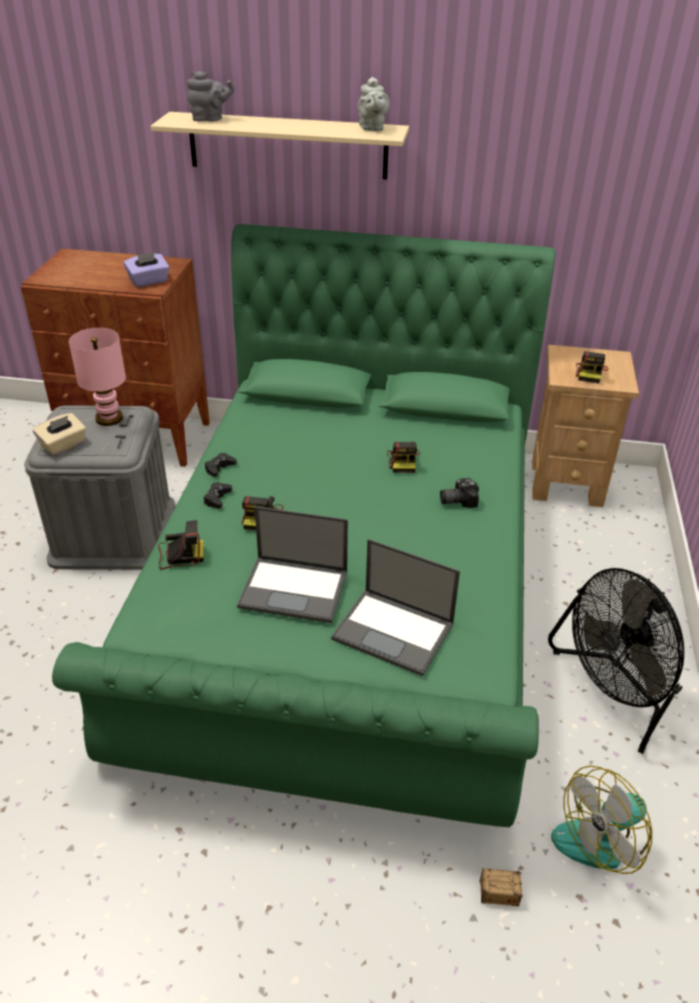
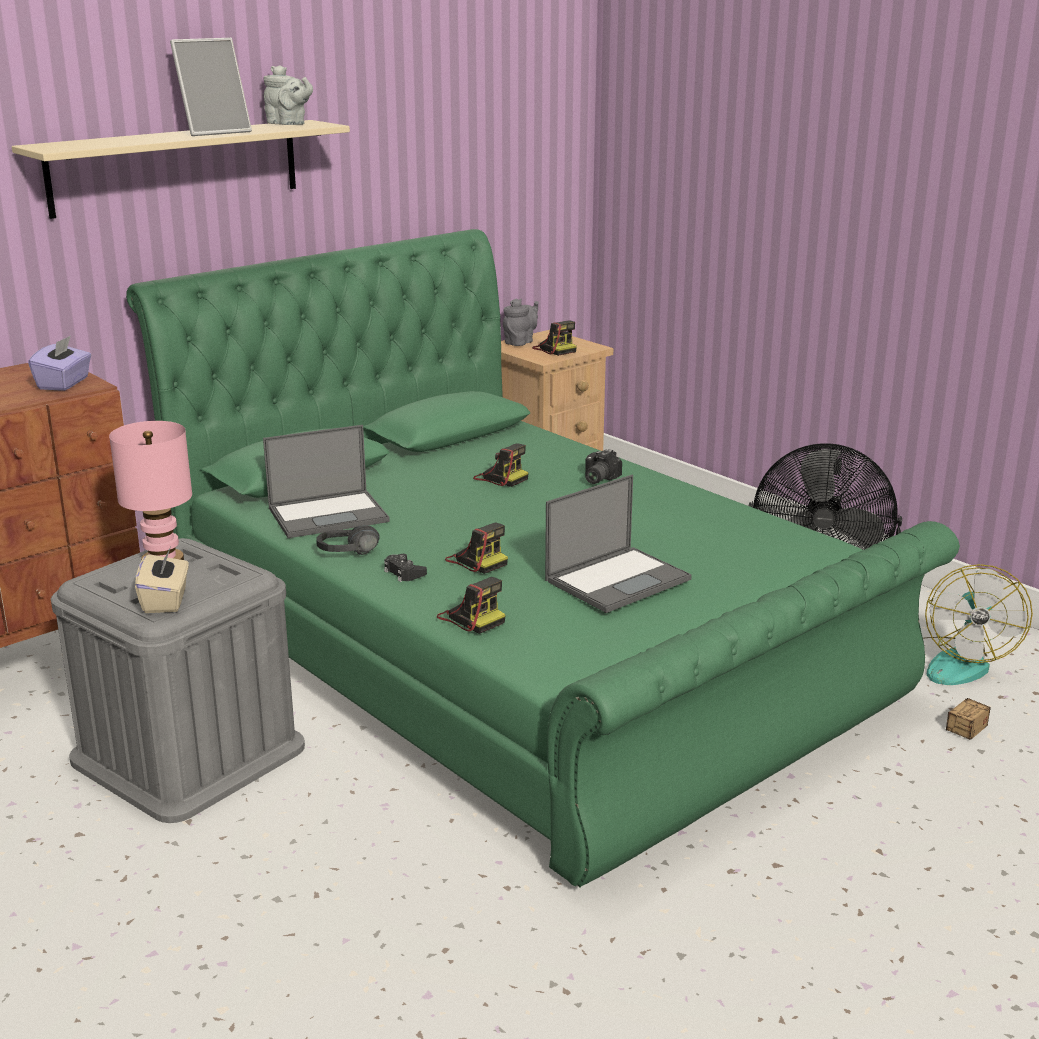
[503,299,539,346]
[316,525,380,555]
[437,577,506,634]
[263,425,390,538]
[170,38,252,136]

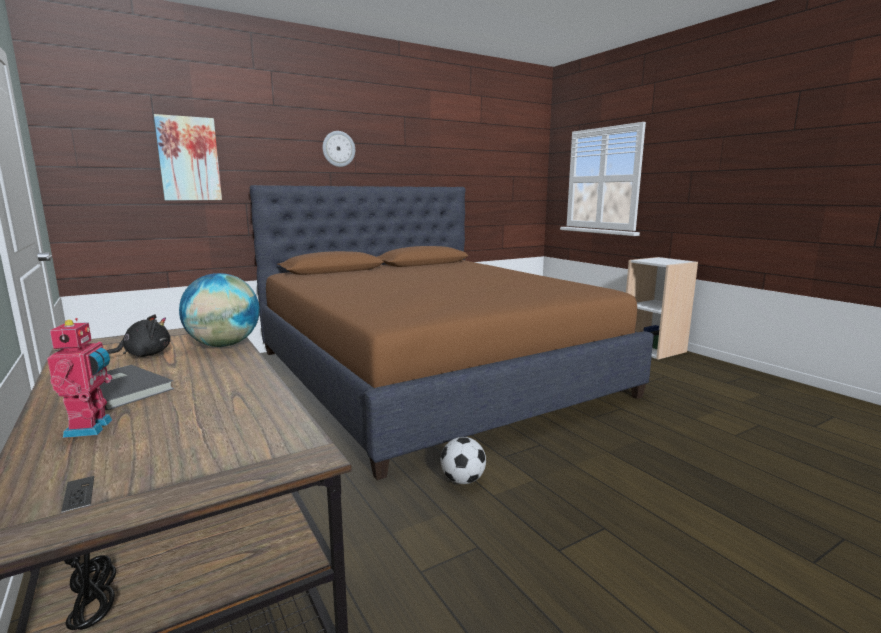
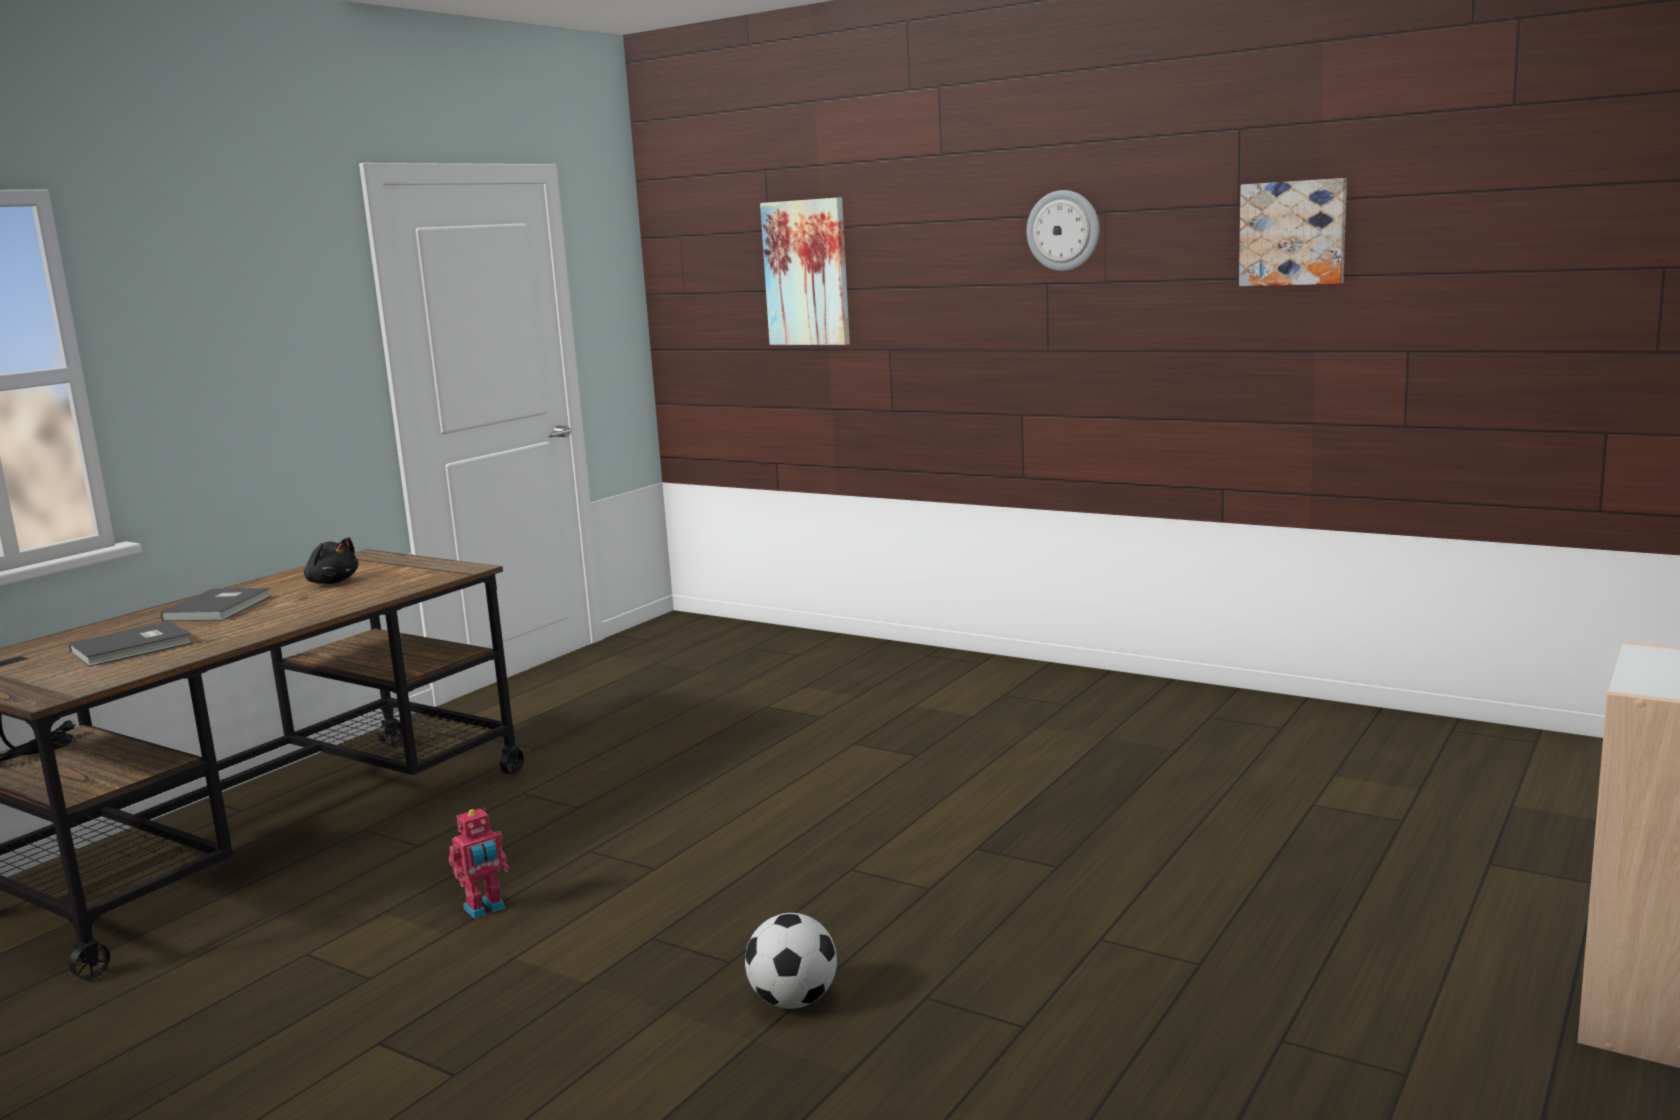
[250,185,654,480] (first image)
[179,273,260,347] (first image)
[449,807,509,919]
[745,913,837,1009]
[1239,178,1347,286]
[69,621,192,667]

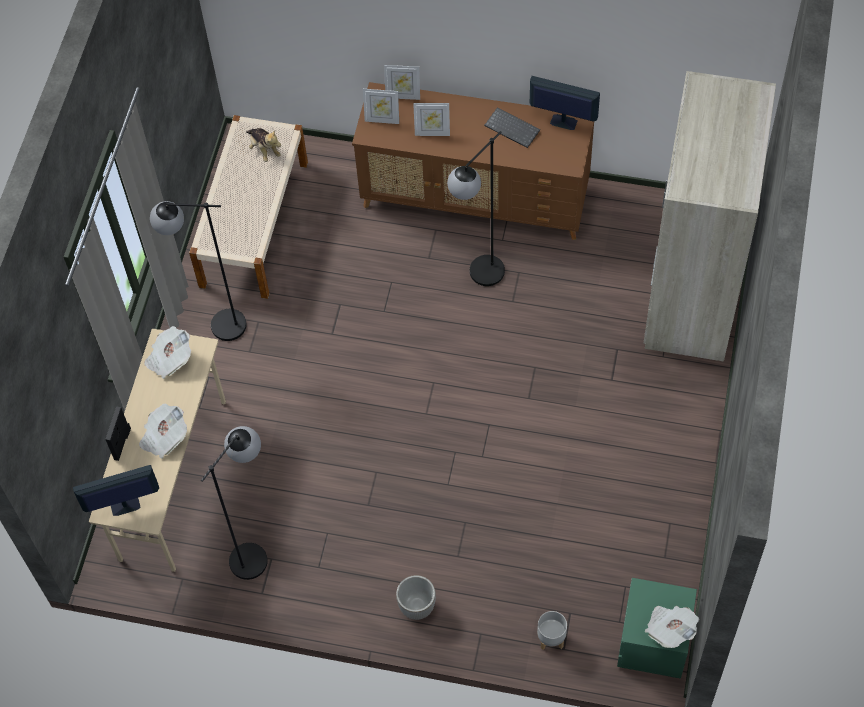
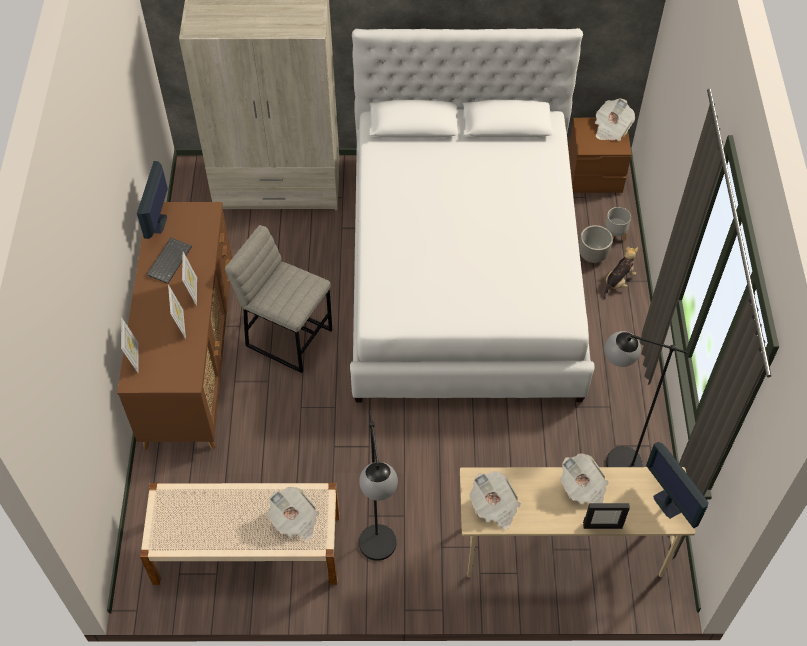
[182,252,197,306]
[603,246,638,300]
[225,225,332,373]
[579,225,613,263]
[568,118,632,193]
[350,28,595,403]
[267,487,319,540]

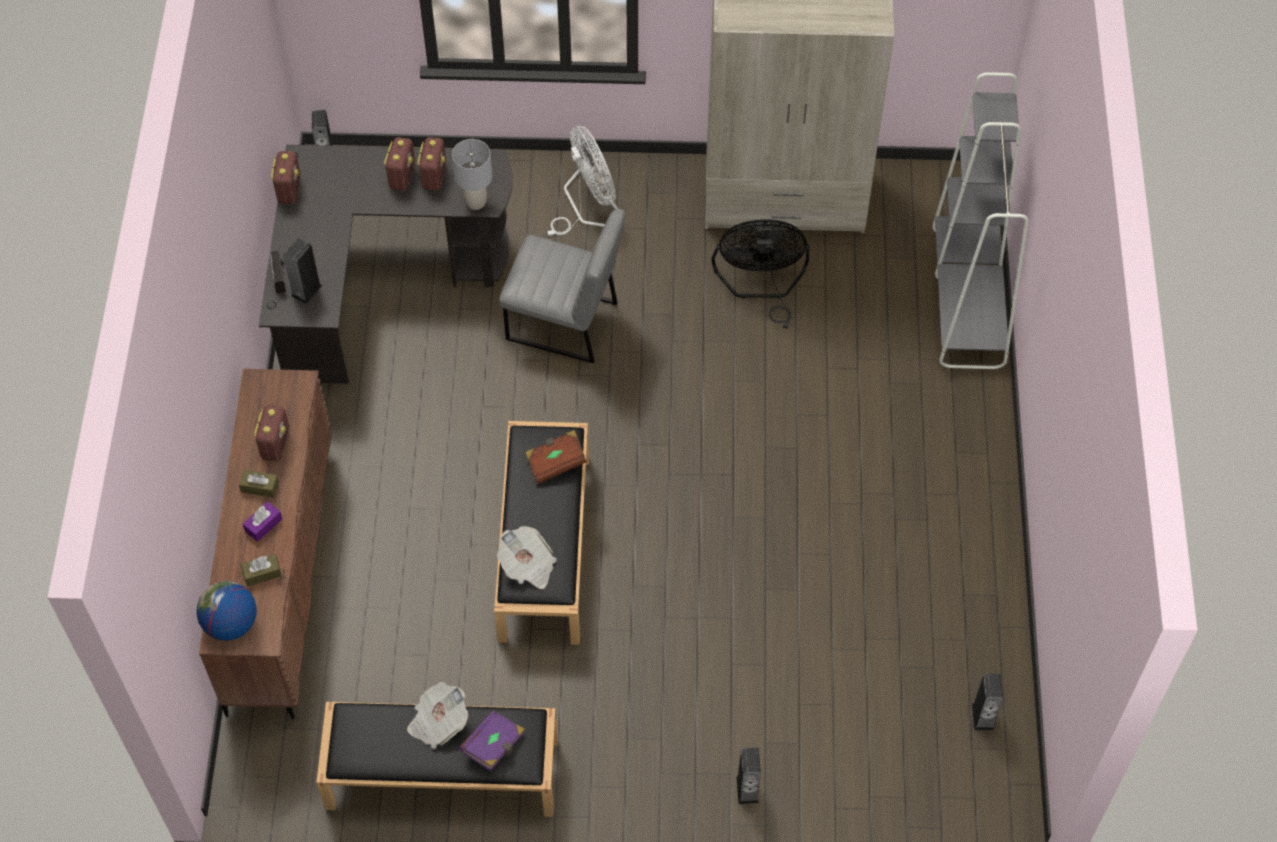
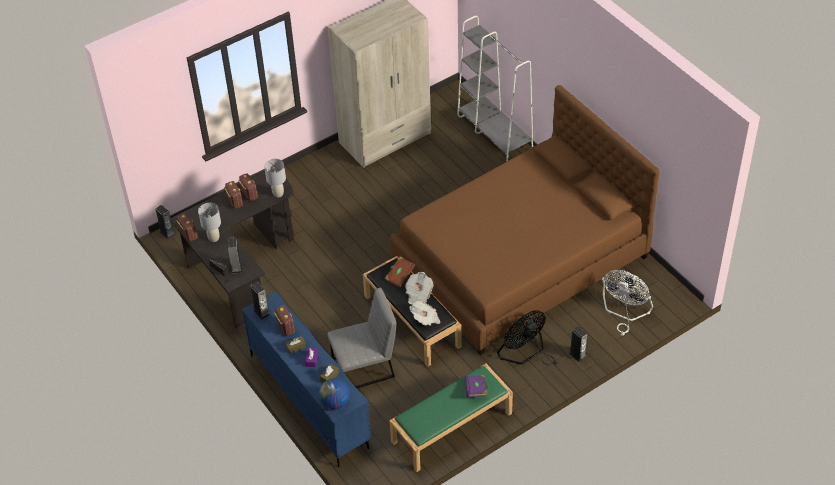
[602,270,653,336]
[327,288,397,388]
[497,310,558,365]
[242,291,372,467]
[250,282,270,319]
[405,272,434,305]
[390,363,513,472]
[390,85,660,356]
[198,203,221,242]

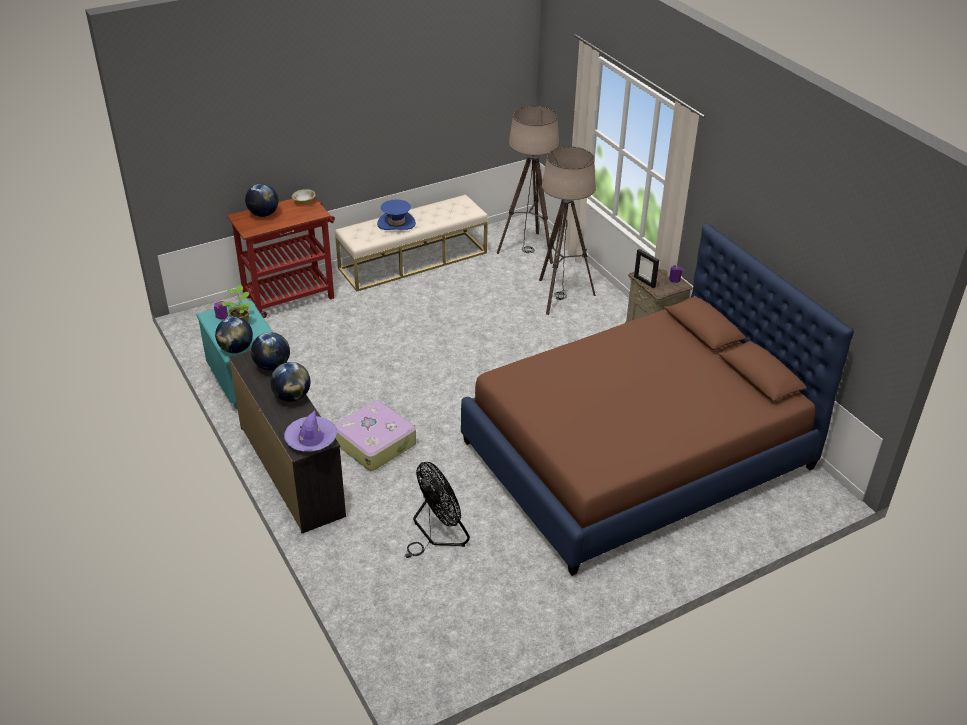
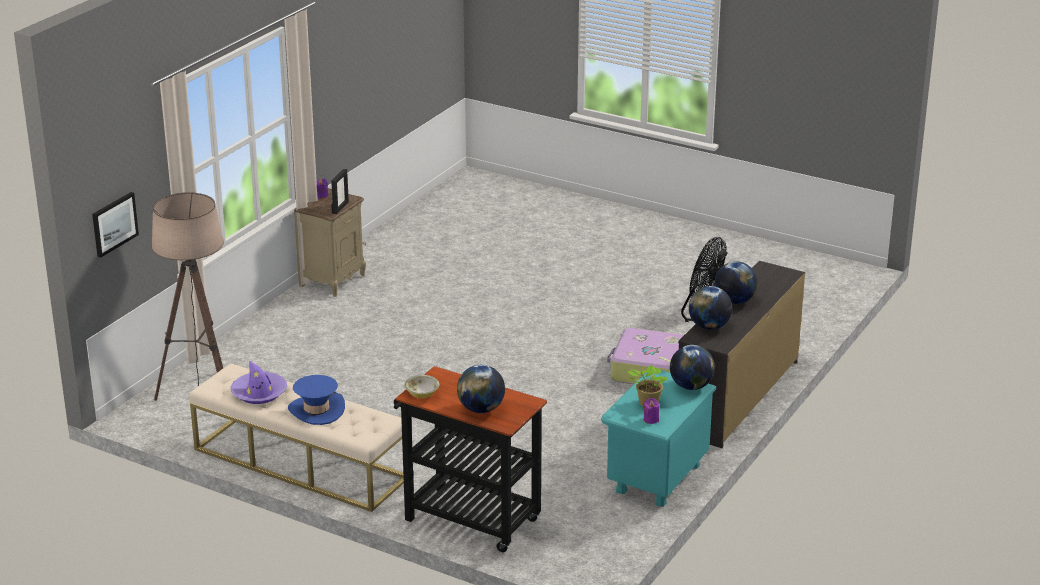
[539,146,596,315] (first image)
[394,366,547,552]
[461,224,854,576] (first image)
[231,360,287,404]
[92,192,139,258]

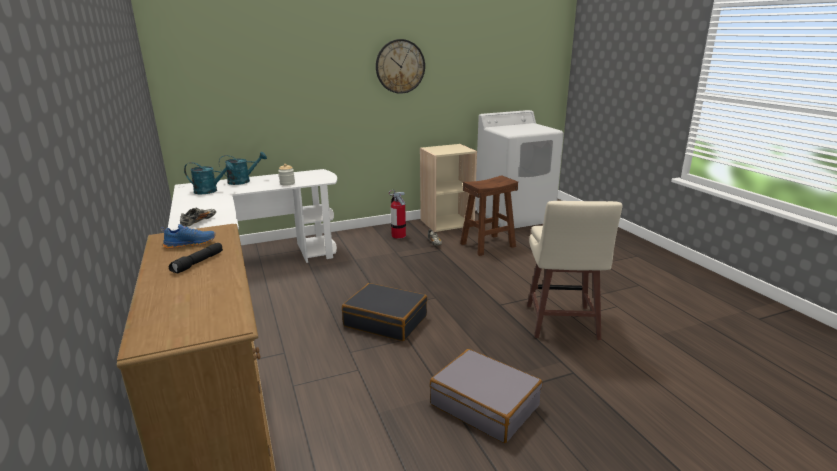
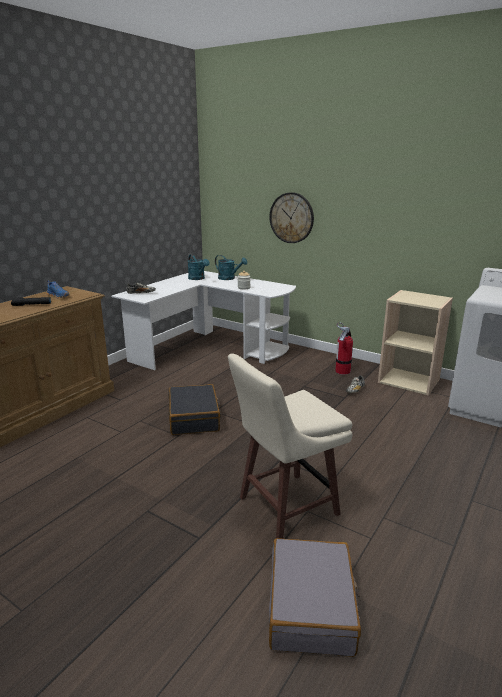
[269,192,314,243]
[460,175,518,256] (first image)
[269,538,361,657]

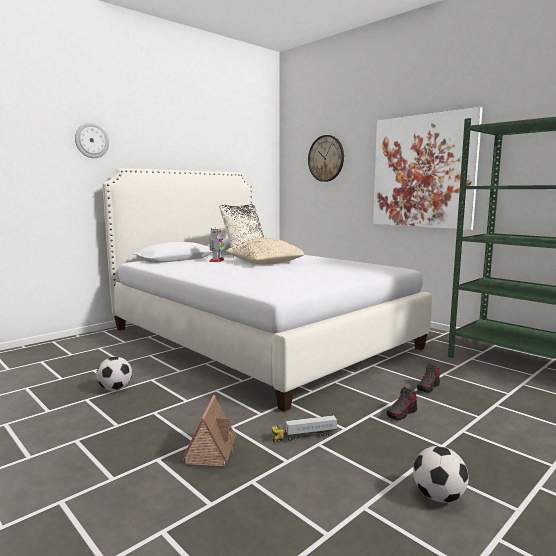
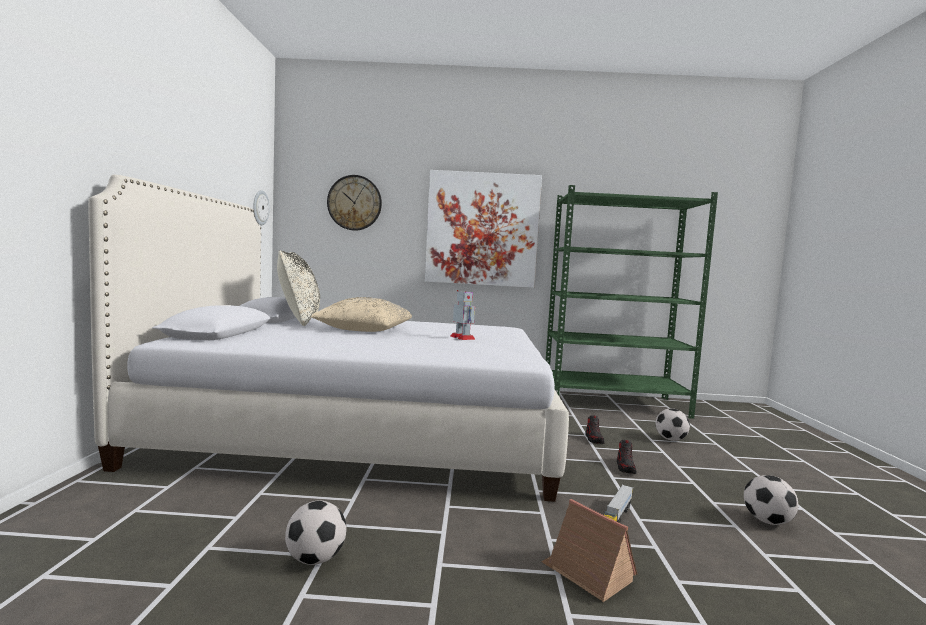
[253,190,270,225]
[450,290,475,340]
[655,408,690,441]

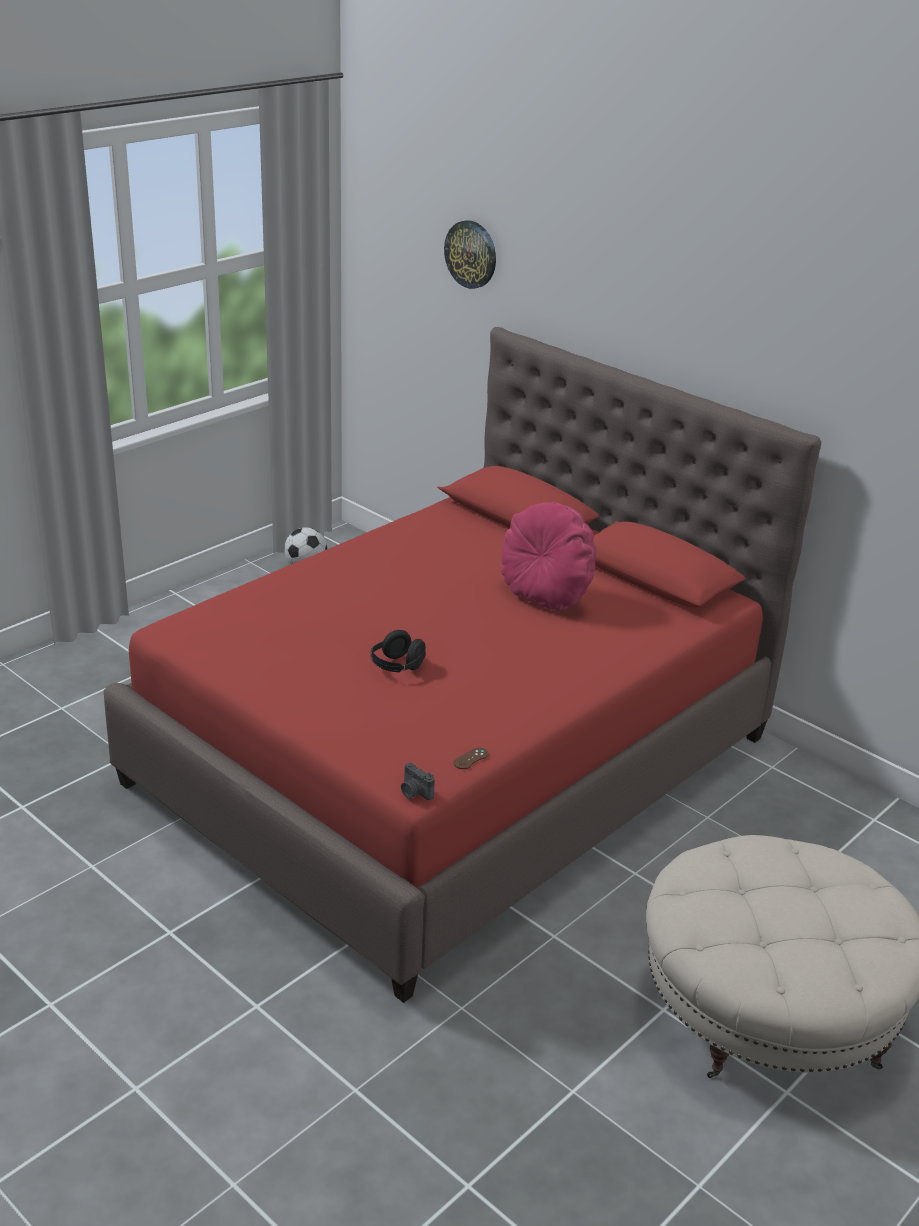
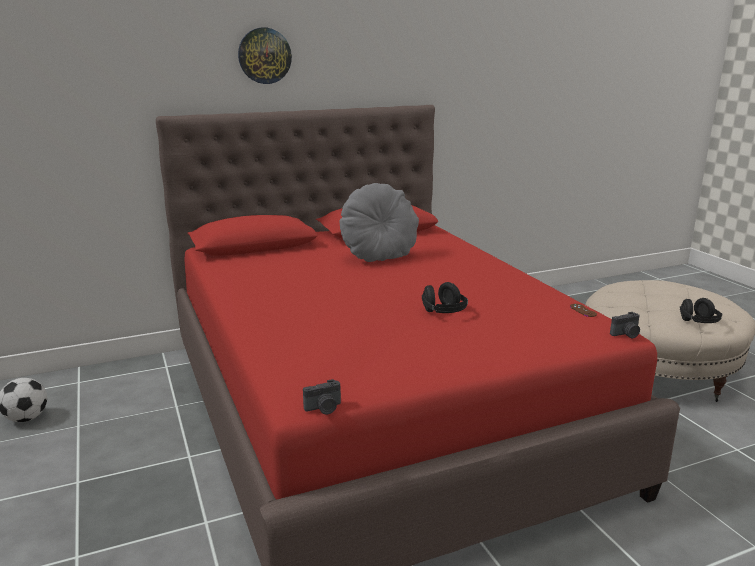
[238,28,292,84]
[339,183,419,262]
[680,298,722,323]
[303,379,341,415]

